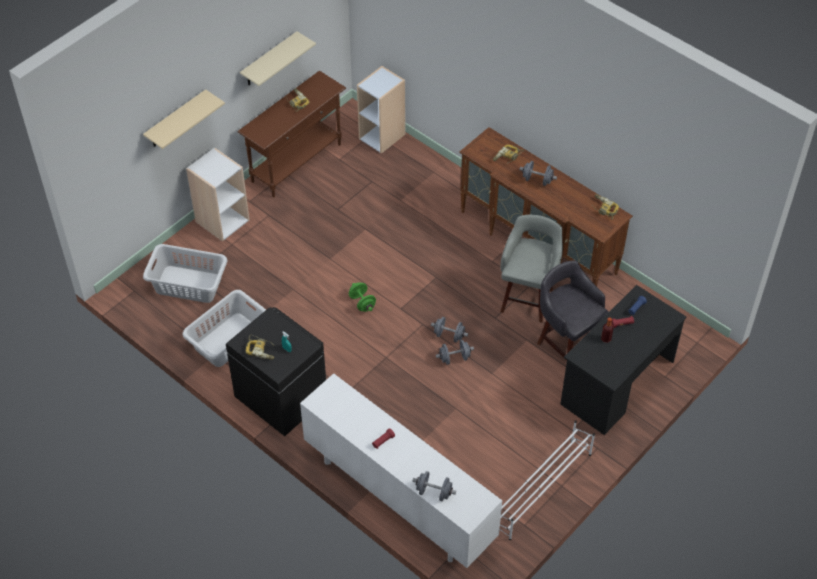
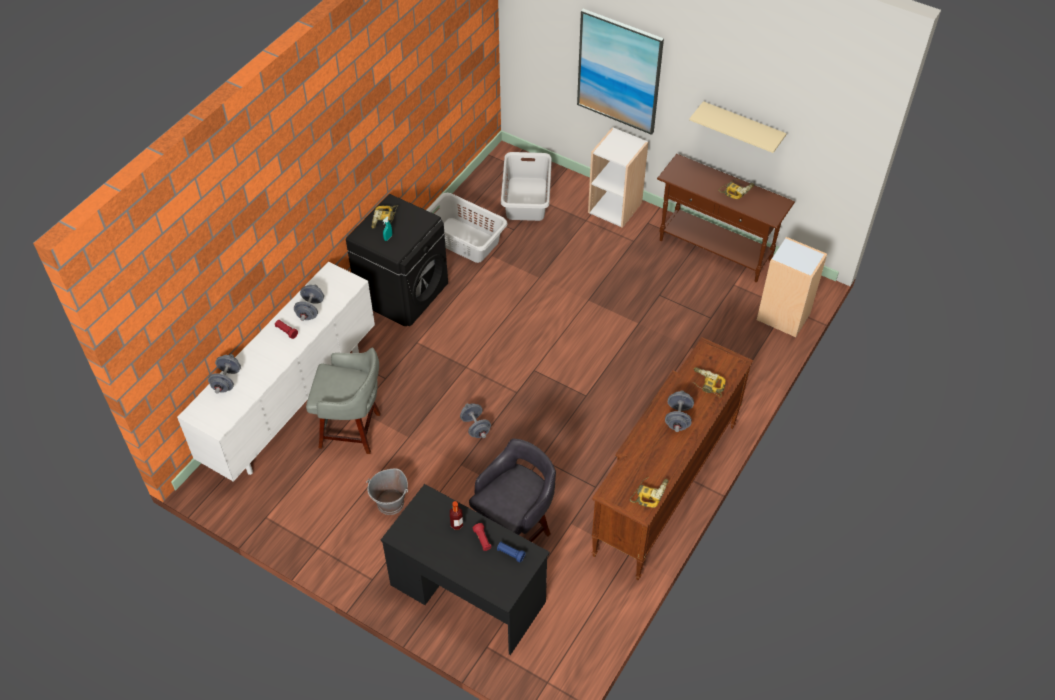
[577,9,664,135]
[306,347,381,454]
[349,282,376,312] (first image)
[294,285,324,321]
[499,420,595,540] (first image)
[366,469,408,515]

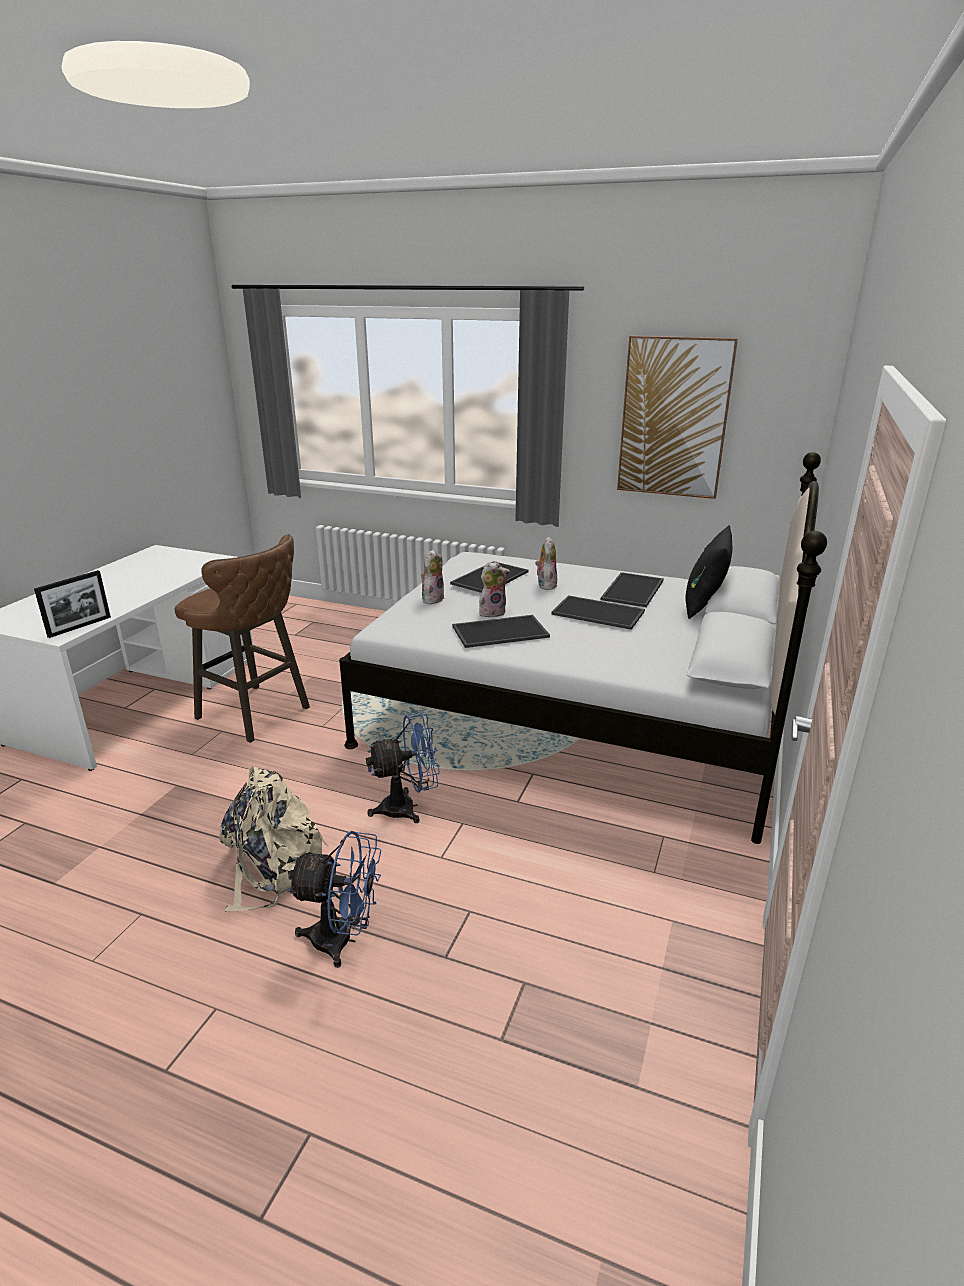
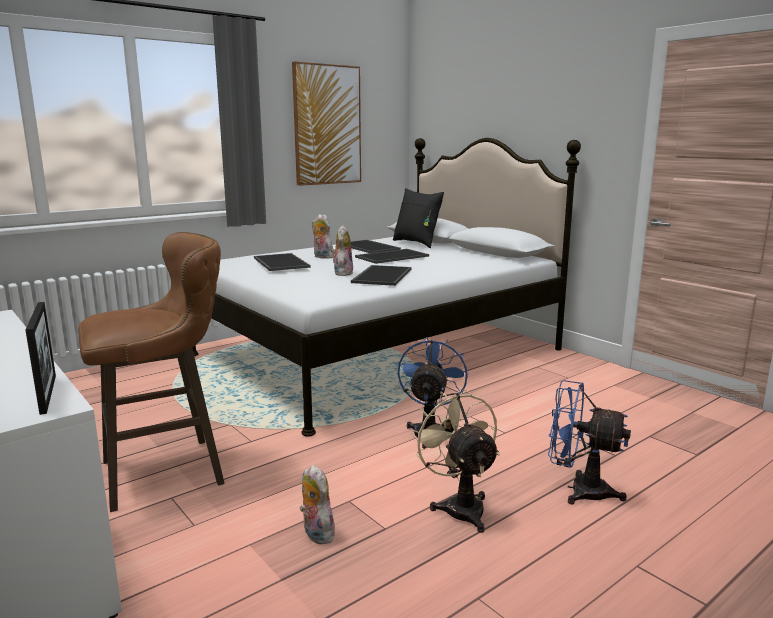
[300,465,335,544]
[411,389,500,533]
[548,380,631,505]

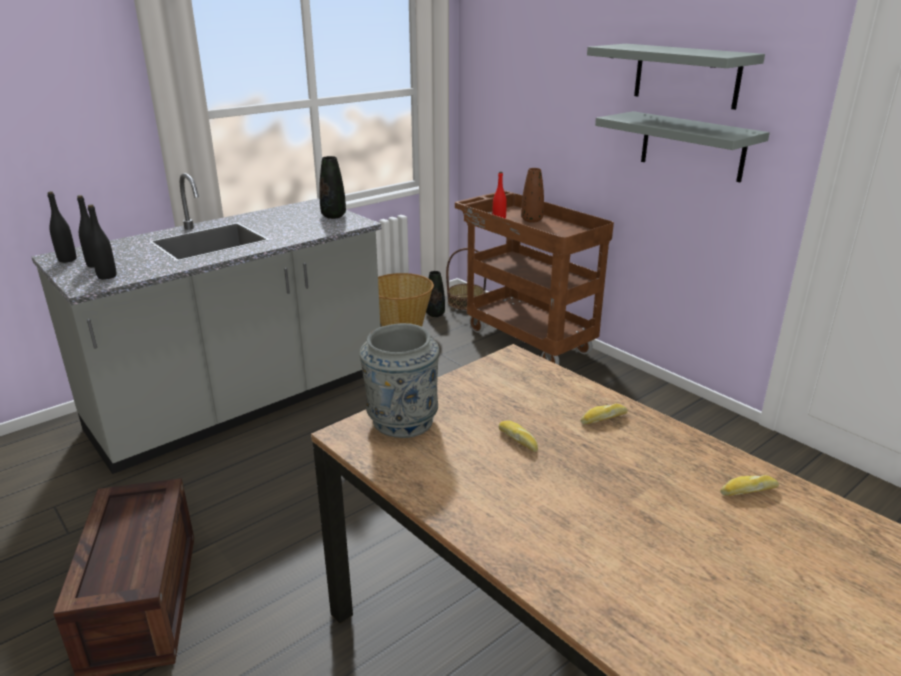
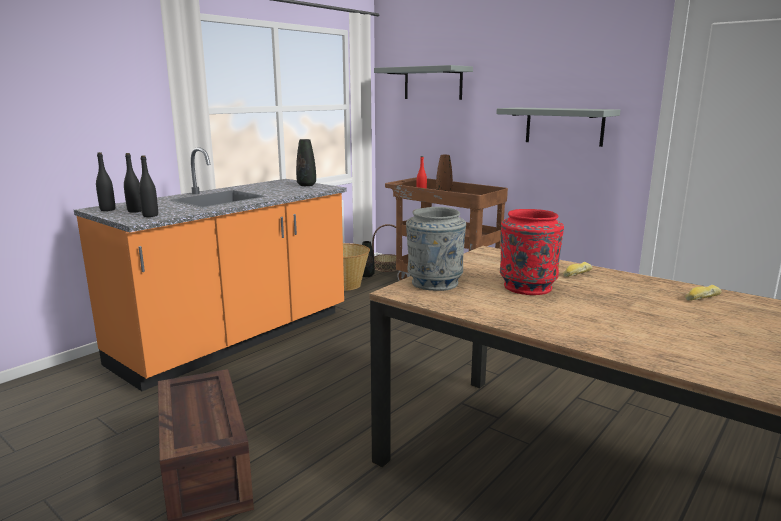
[374,65,473,100]
[74,147,347,391]
[500,209,564,295]

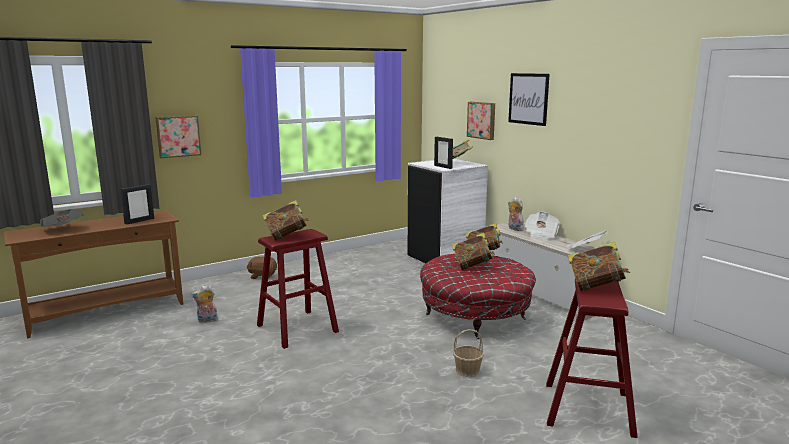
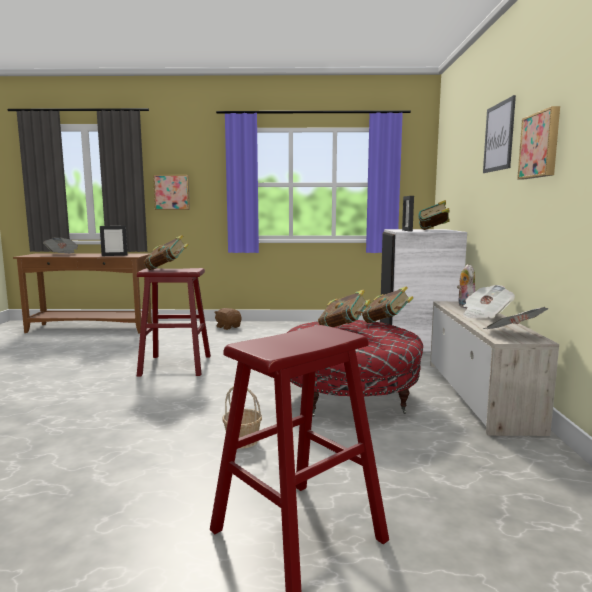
[517,106,560,179]
[568,242,630,291] (first image)
[192,285,218,323] (first image)

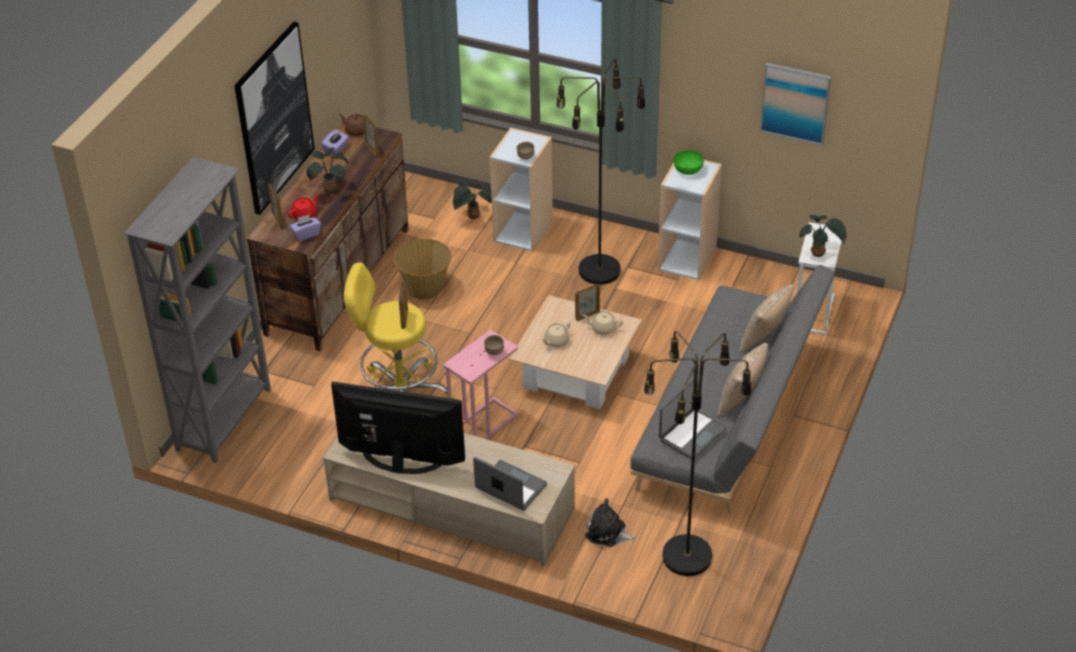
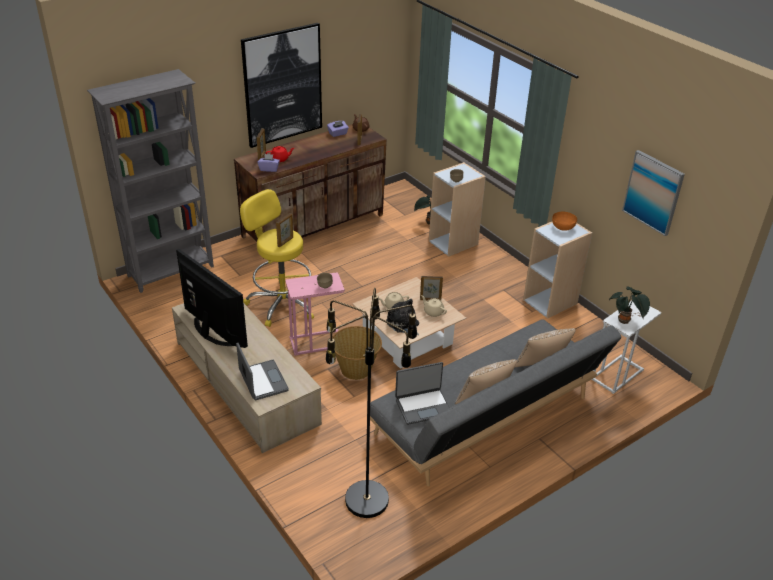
[557,59,645,285] (first image)
[306,147,348,193] (first image)
[552,212,577,231]
[332,326,382,380]
[386,299,419,335]

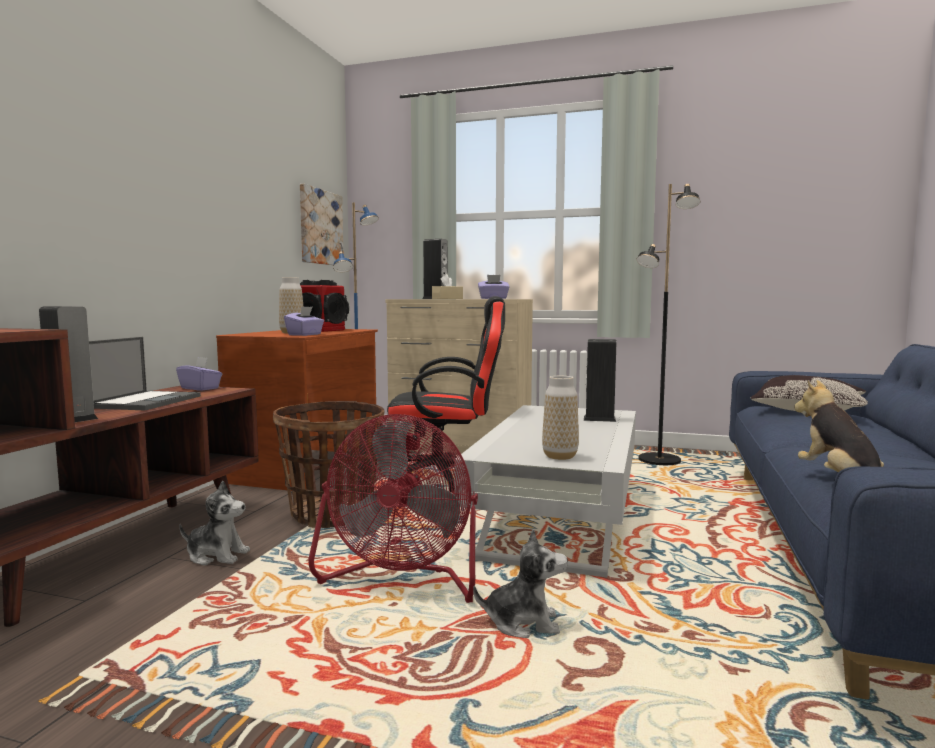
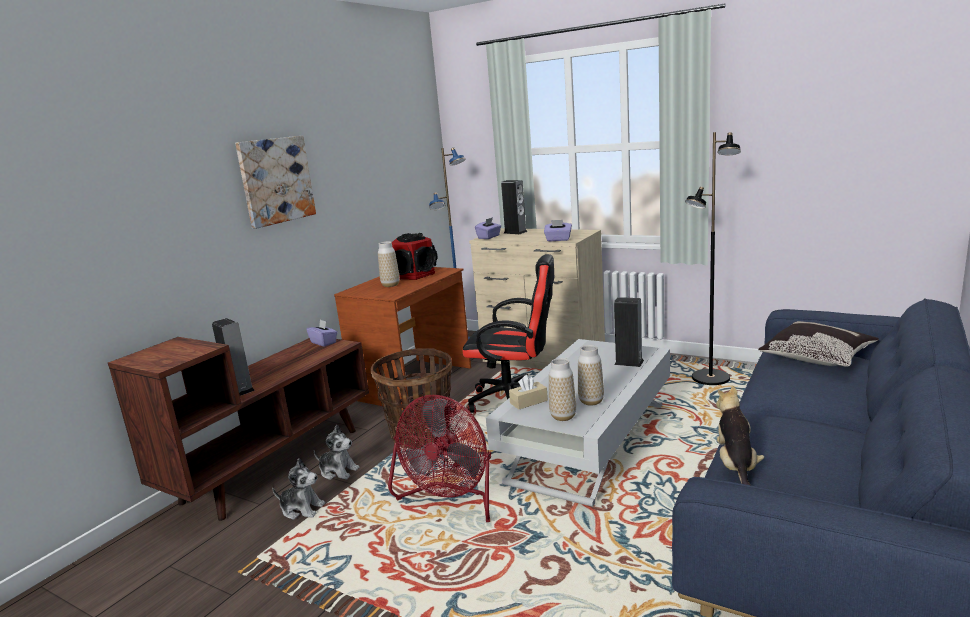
[235,136,316,229]
[509,375,548,410]
[475,217,501,239]
[89,337,201,410] (first image)
[272,458,325,520]
[578,345,604,406]

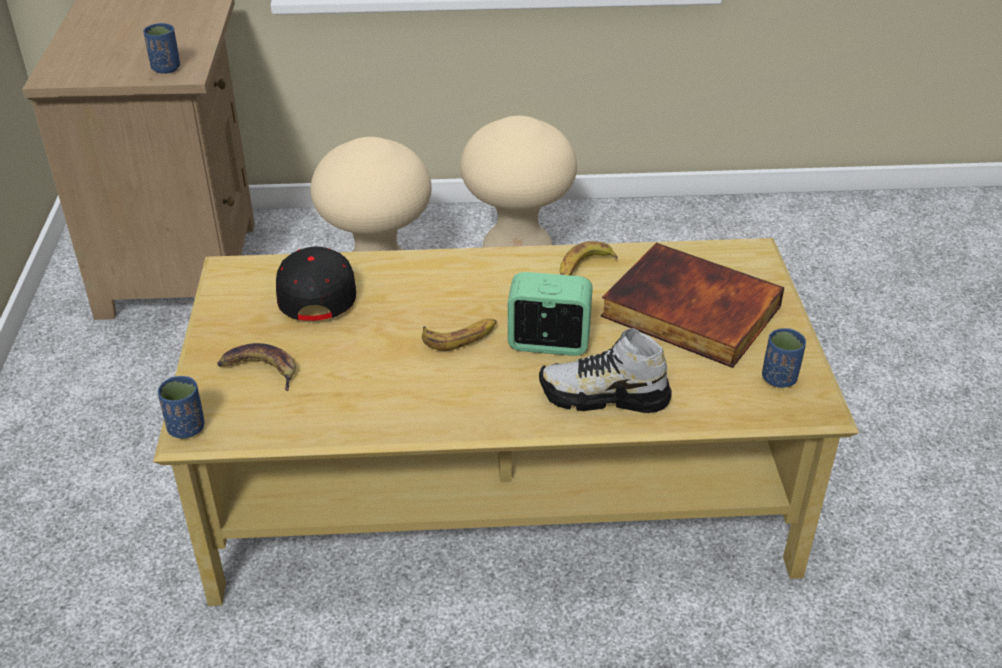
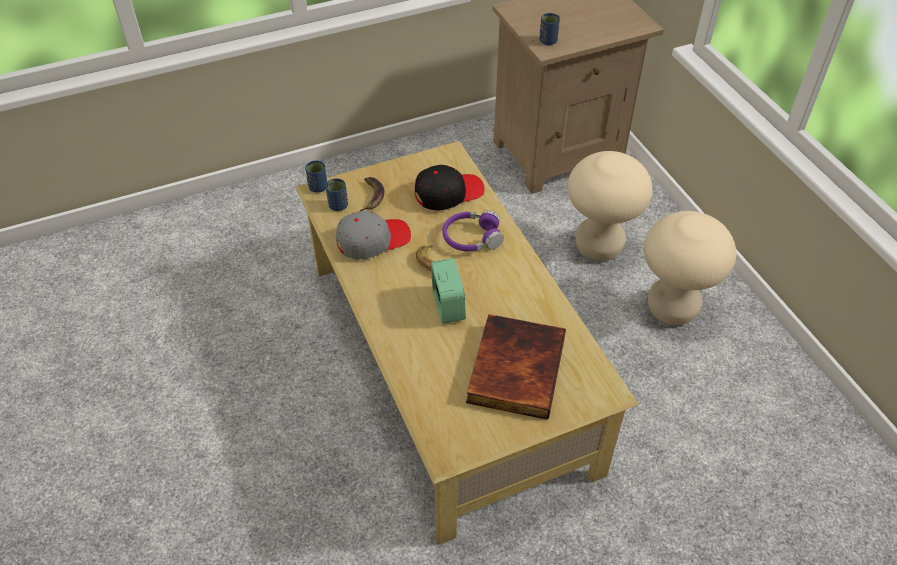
[560,241,618,276] (first image)
[539,328,672,413] (first image)
[326,178,348,211]
[442,210,504,252]
[336,211,411,260]

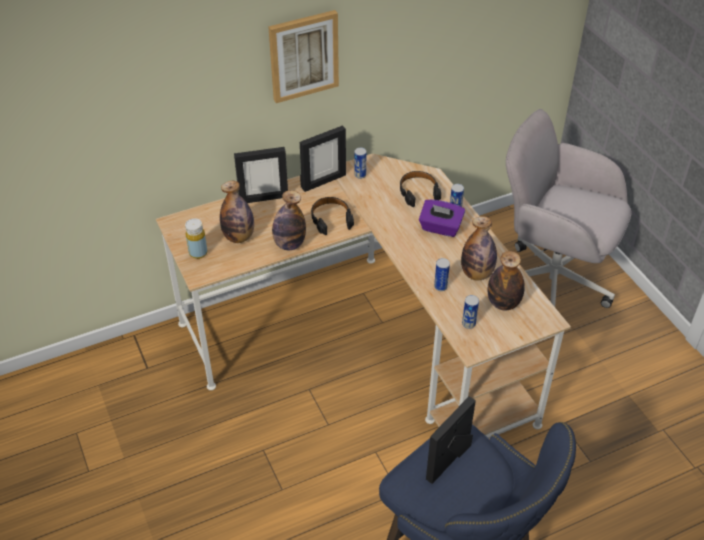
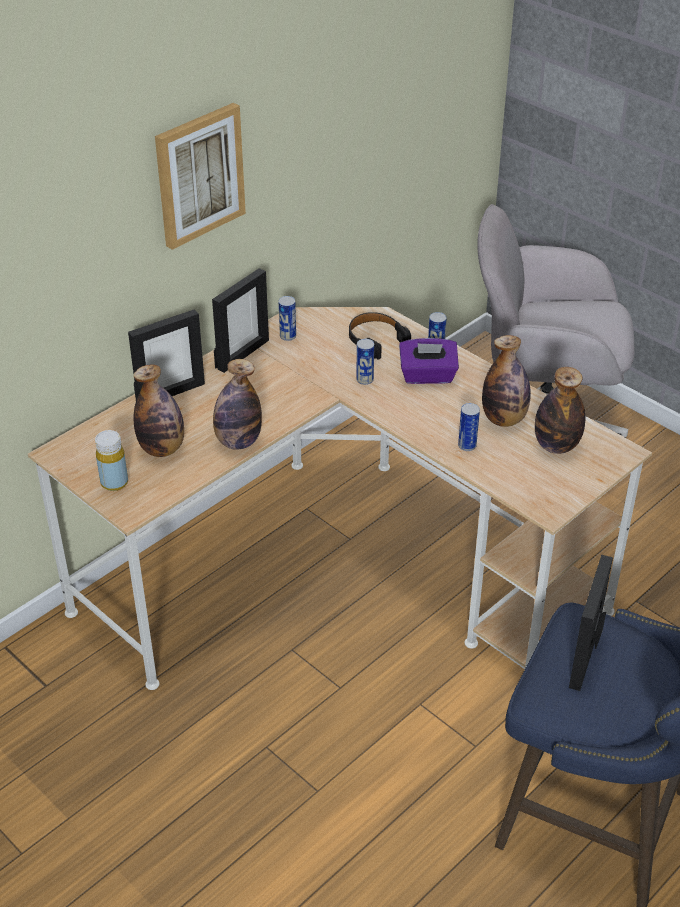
[311,197,354,235] (first image)
[356,339,374,385]

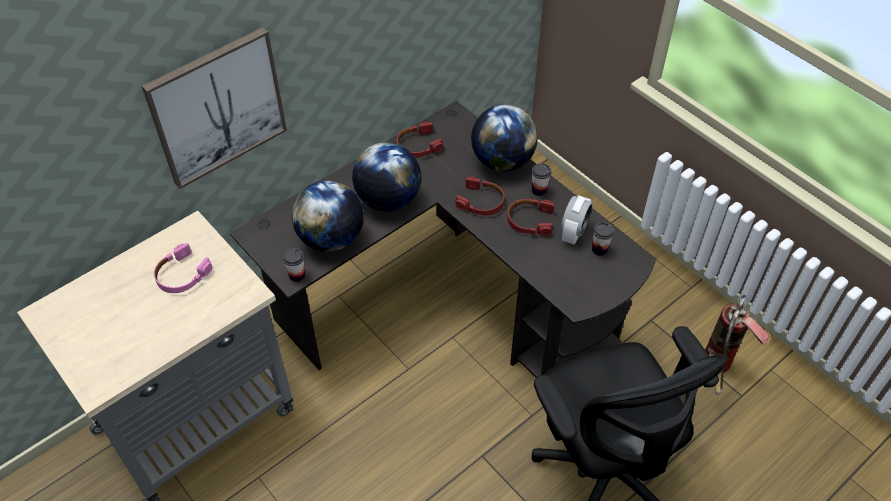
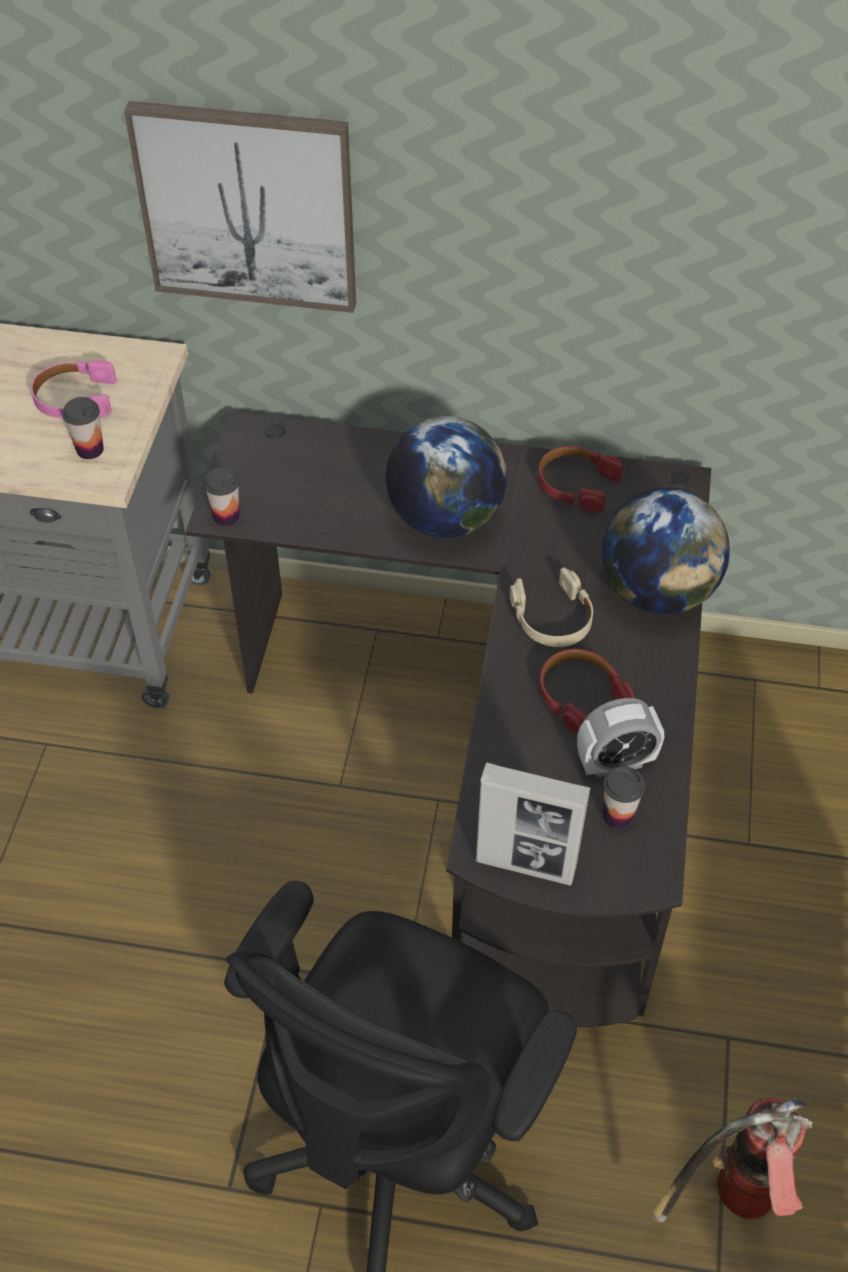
[62,397,104,459]
[510,567,593,647]
[292,180,364,252] (first image)
[476,763,590,885]

